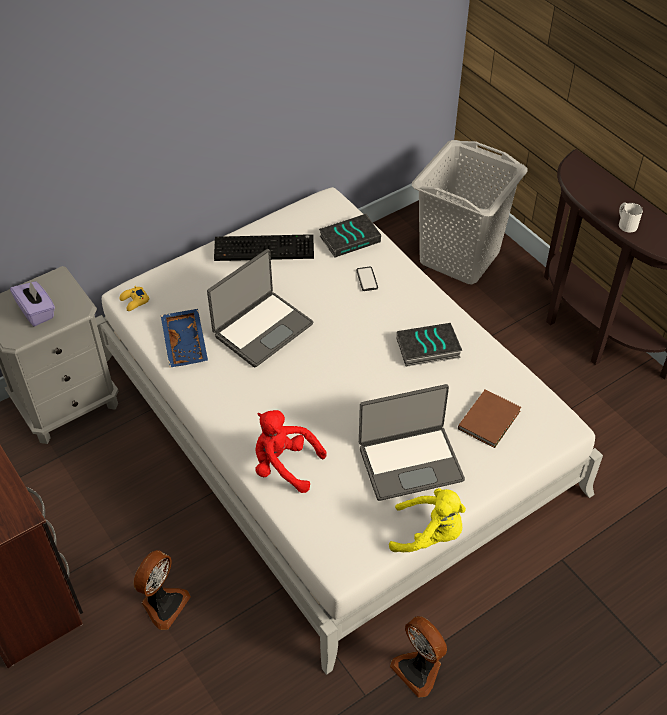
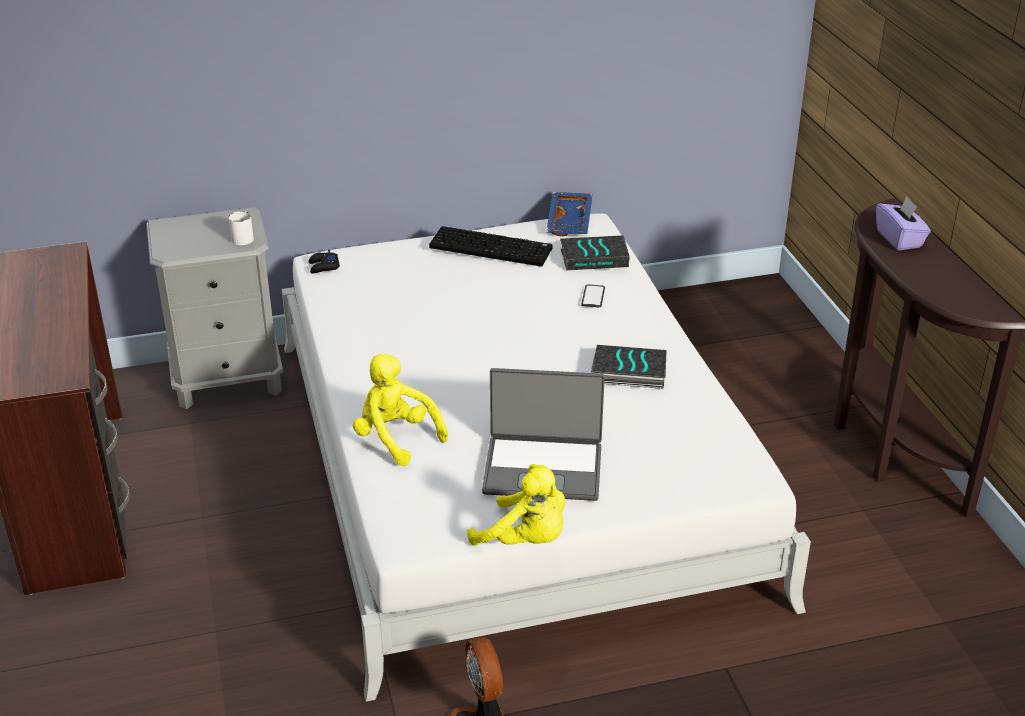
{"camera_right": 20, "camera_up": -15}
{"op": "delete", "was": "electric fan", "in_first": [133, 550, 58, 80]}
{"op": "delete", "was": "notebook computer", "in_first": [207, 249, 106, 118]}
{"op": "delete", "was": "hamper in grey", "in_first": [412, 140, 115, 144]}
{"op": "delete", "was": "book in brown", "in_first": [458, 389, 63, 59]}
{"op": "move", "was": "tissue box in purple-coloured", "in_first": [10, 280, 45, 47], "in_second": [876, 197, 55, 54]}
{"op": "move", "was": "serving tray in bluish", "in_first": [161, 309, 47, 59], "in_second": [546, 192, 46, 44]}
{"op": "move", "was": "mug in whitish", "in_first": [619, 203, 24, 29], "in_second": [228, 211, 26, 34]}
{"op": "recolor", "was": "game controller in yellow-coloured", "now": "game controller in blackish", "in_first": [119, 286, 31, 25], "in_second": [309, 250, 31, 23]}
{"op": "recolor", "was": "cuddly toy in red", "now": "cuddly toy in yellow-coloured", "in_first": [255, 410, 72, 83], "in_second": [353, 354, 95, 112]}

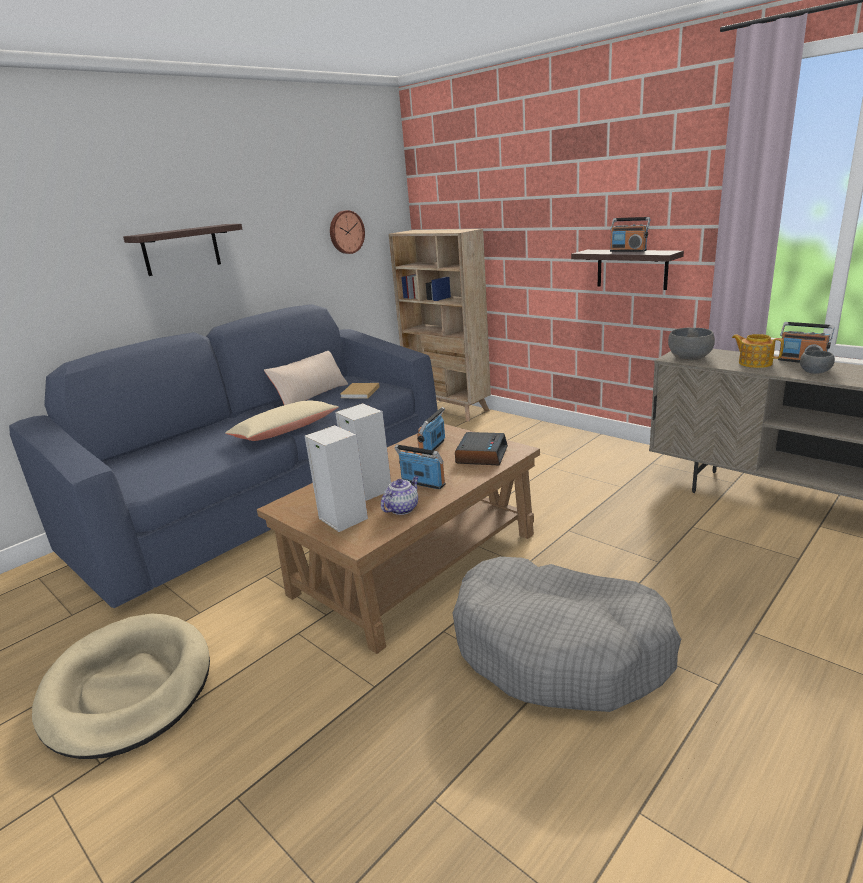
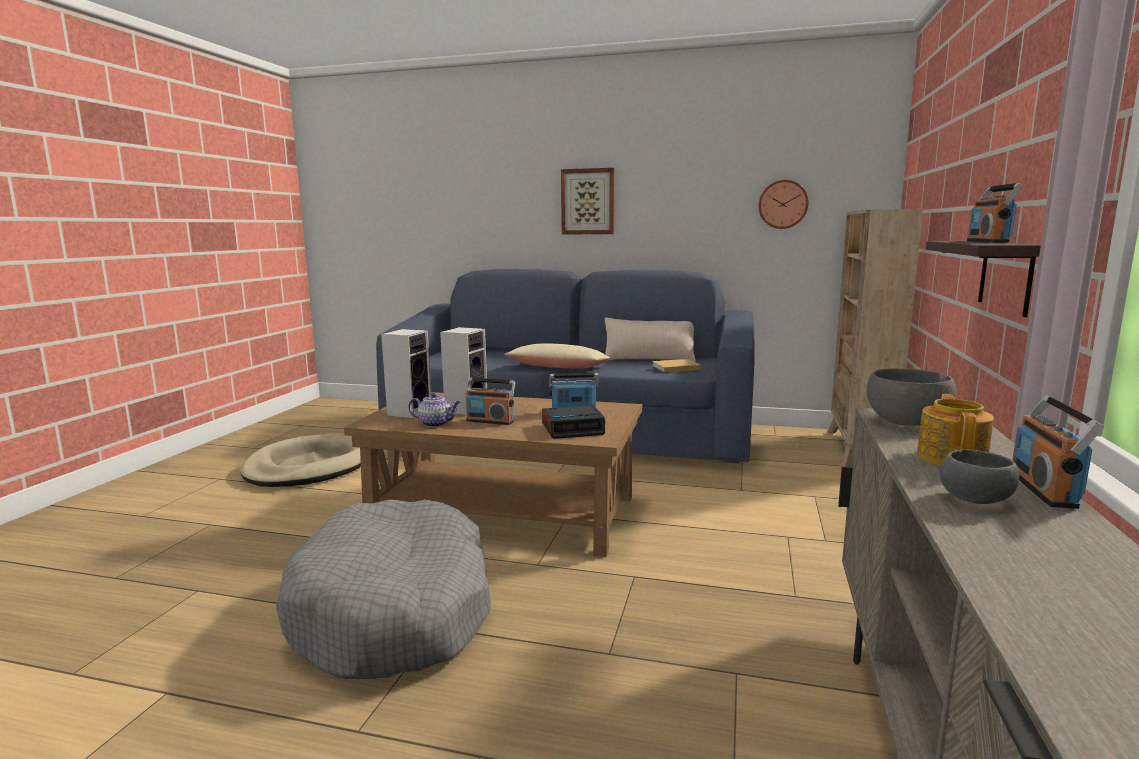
{"camera_right": 60, "camera_up": -10}
{"op": "replace", "was": "wall shelf", "now": "wall picture", "in_first": [123, 224, 119, 52], "in_second": [561, 168, 54, 67]}
{"op": "rotate", "was": "radio set", "in_first": [394, 444, 52, 45], "in_second": [465, 378, 50, 47], "clockwise": 105}

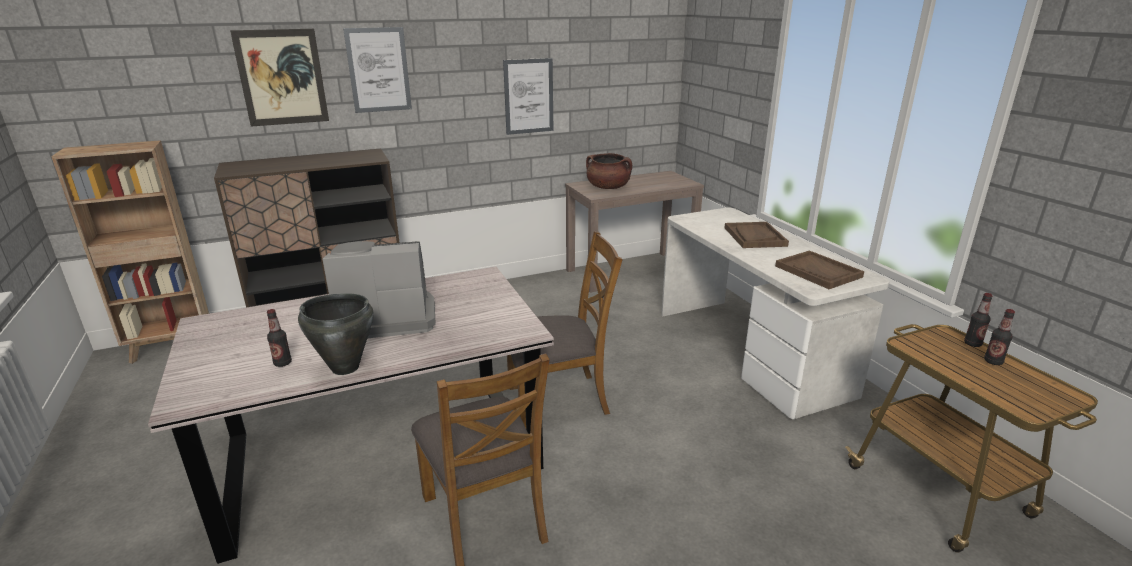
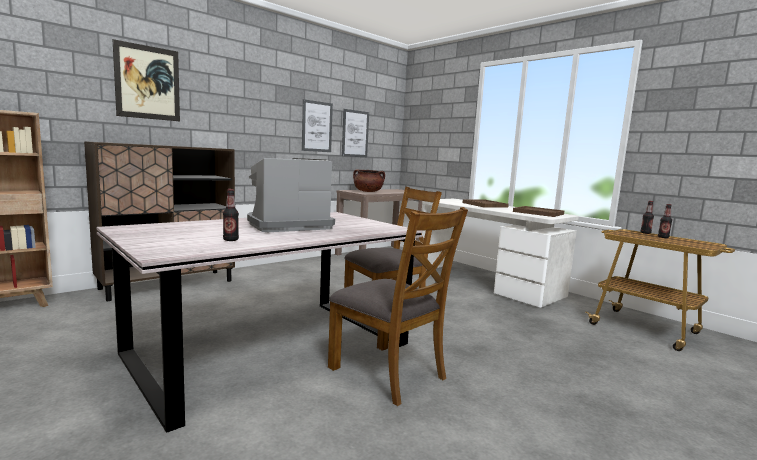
{"camera_right": -20, "camera_up": -15}
{"op": "delete", "was": "cooking pot in blackish", "in_first": [298, 293, 76, 82]}
{"op": "move", "was": "wall picture", "in_first": [343, 27, 69, 86], "in_second": [342, 109, 27, 48]}

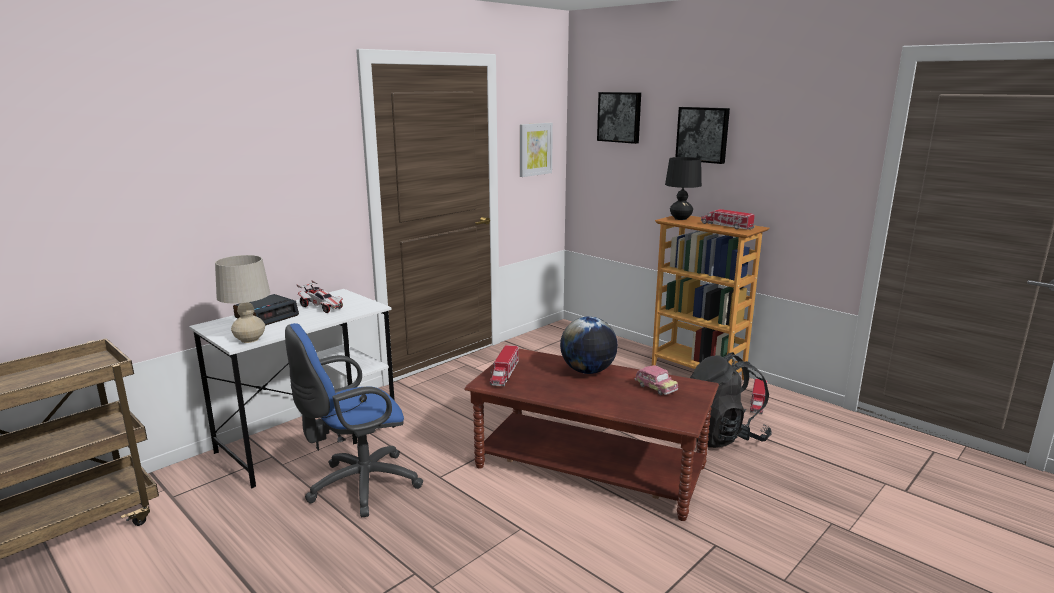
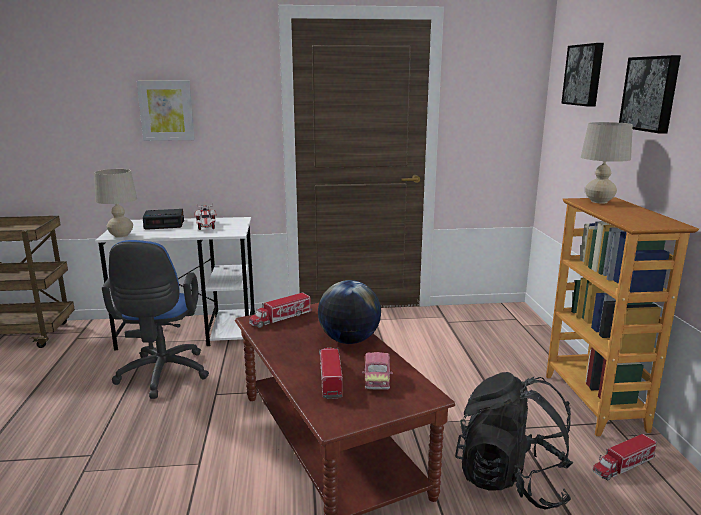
{"camera_right": 40, "camera_up": 0}
{"op": "move", "was": "wall picture", "in_first": [520, 123, 33, 54], "in_second": [137, 81, 58, 60]}
{"op": "move", "was": "model truck", "in_first": [701, 209, 54, 21], "in_second": [319, 348, 24, 51]}
{"op": "recolor", "was": "lamp for a table in blackish", "now": "lamp for a table in sand-coloured", "in_first": [665, 157, 37, 63], "in_second": [581, 122, 52, 81]}
{"op": "rotate", "was": "desk chair in bluish", "in_first": [285, 323, 138, 194], "in_second": [102, 240, 107, 159], "clockwise": -105}

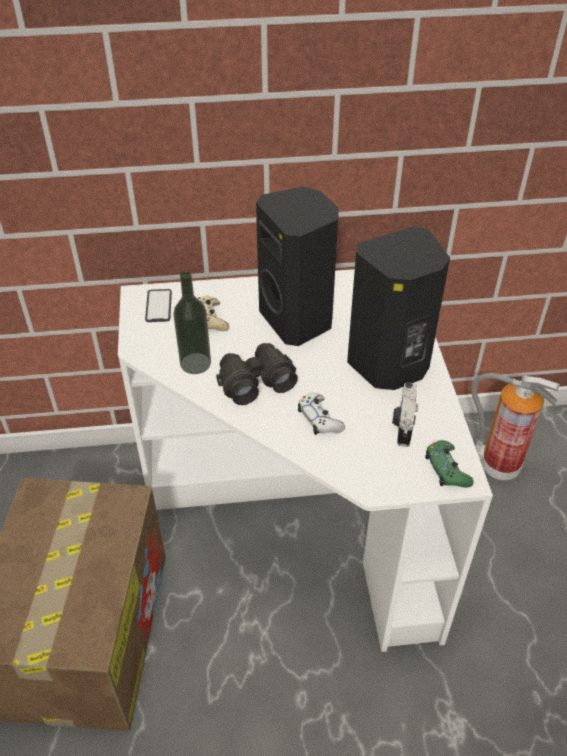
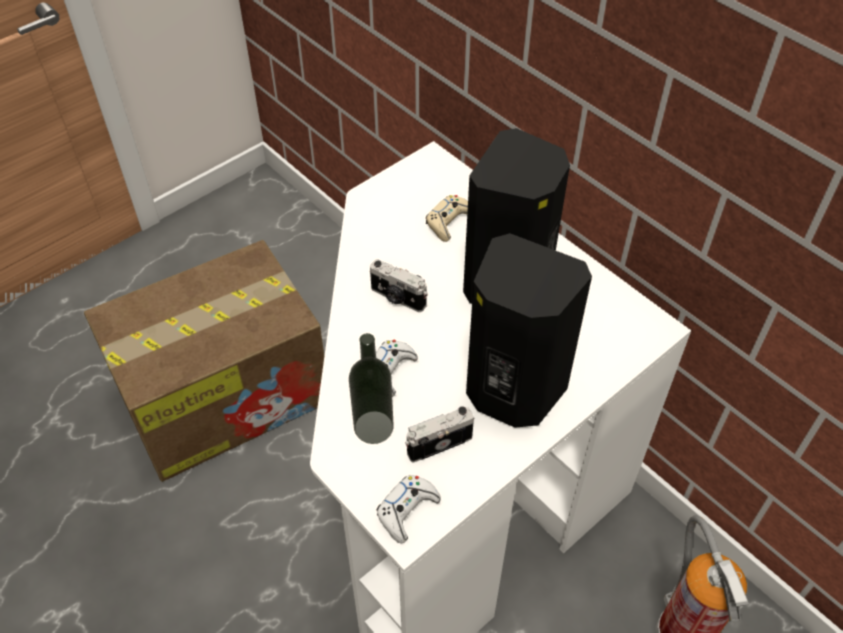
{"camera_right": 55, "camera_up": 5}
{"op": "delete", "was": "handset", "in_first": [145, 289, 27, 33]}
{"op": "move", "was": "drink bottle", "in_first": [173, 271, 38, 103], "in_second": [349, 333, 45, 111]}
{"op": "replace", "was": "pair of binoculars in blackish", "now": "photo camera", "in_first": [216, 343, 82, 62], "in_second": [370, 259, 57, 53]}
{"op": "recolor", "was": "game controller in greenish", "now": "game controller in whitish", "in_first": [425, 440, 49, 48], "in_second": [376, 475, 65, 68]}

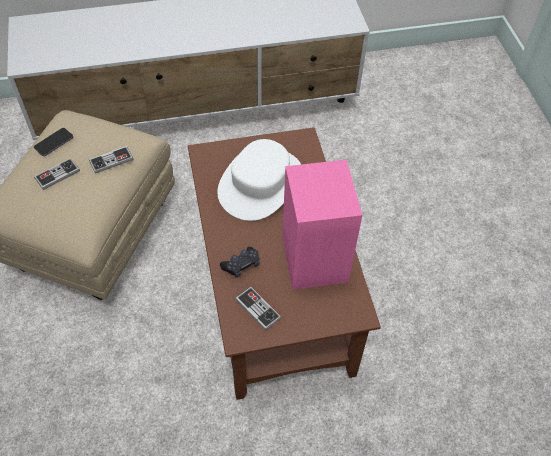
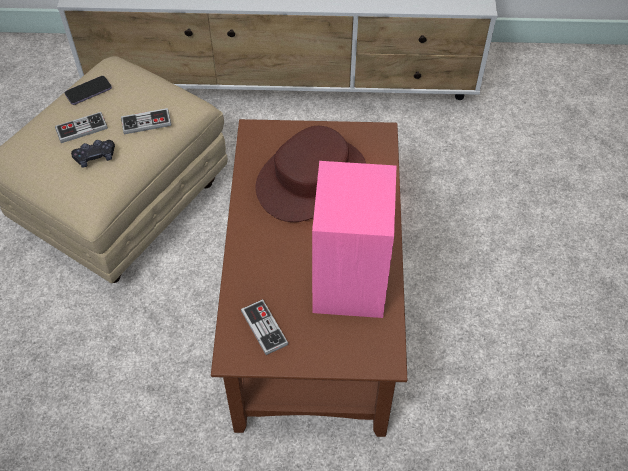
{"camera_right": 15, "camera_up": 0}
{"op": "move", "was": "game controller in blackish", "in_first": [220, 247, 40, 31], "in_second": [71, 140, 44, 28]}
{"op": "recolor", "was": "hat in whitish", "now": "hat in brown", "in_first": [217, 139, 84, 82], "in_second": [255, 126, 111, 96]}

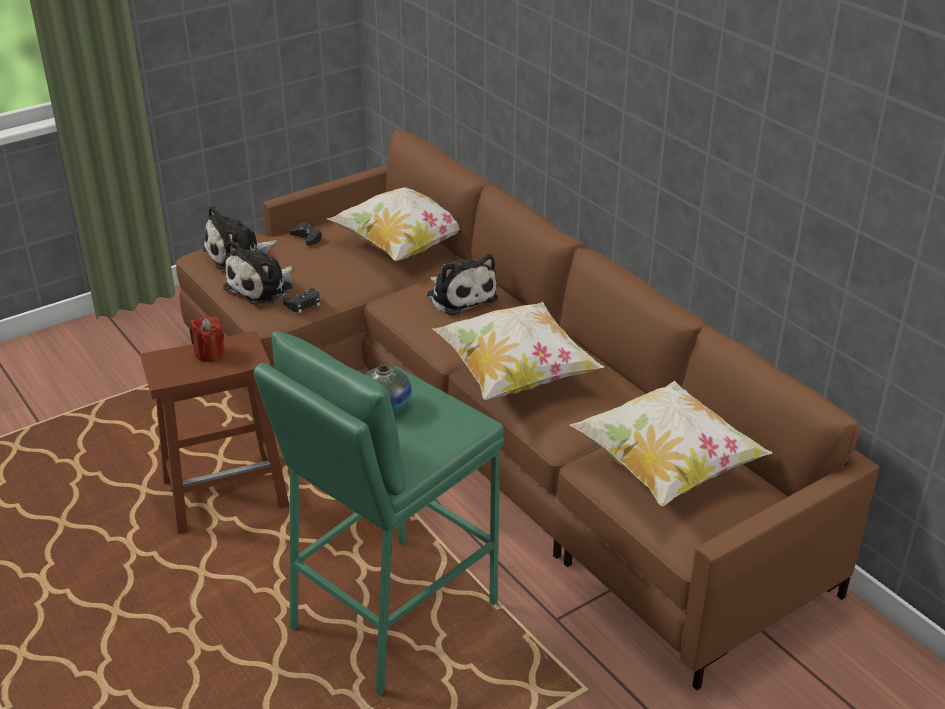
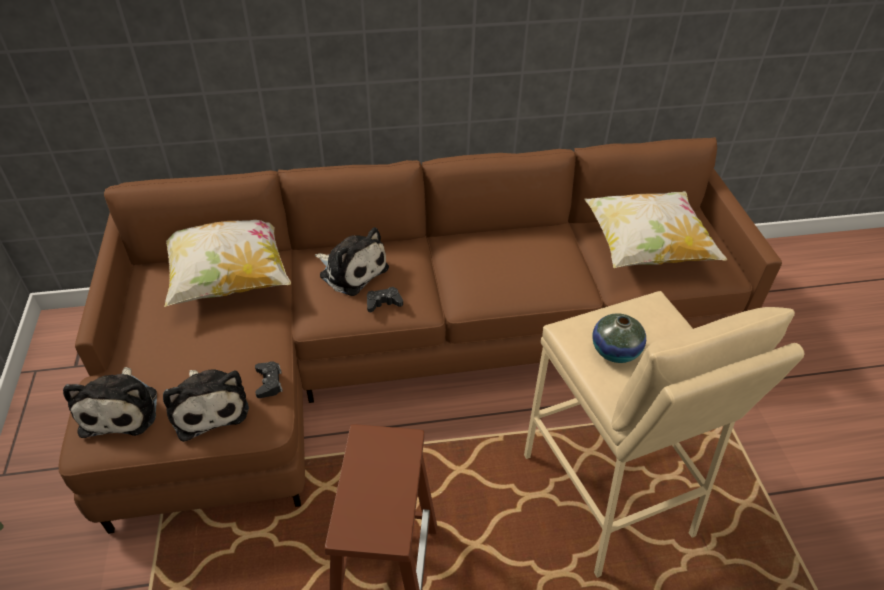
{"camera_right": -65, "camera_up": 10}
{"op": "delete", "was": "wax light in red", "in_first": [191, 316, 34, 46]}
{"op": "delete", "was": "throw pillow", "in_first": [432, 302, 172, 98]}
{"op": "move", "was": "game controller in blackish", "in_first": [290, 223, 32, 23], "in_second": [367, 287, 36, 25]}
{"op": "recolor", "was": "stool seat in greenish", "now": "stool seat in sand-coloured", "in_first": [254, 331, 250, 365], "in_second": [524, 291, 280, 287]}
{"op": "rotate", "was": "cuddly toy", "in_first": [427, 254, 71, 62], "in_second": [315, 227, 74, 69], "clockwise": 45}

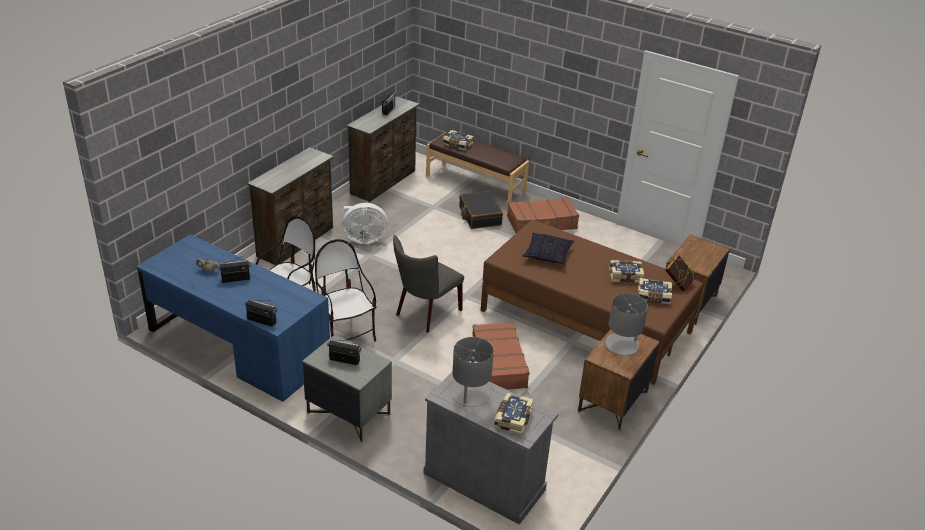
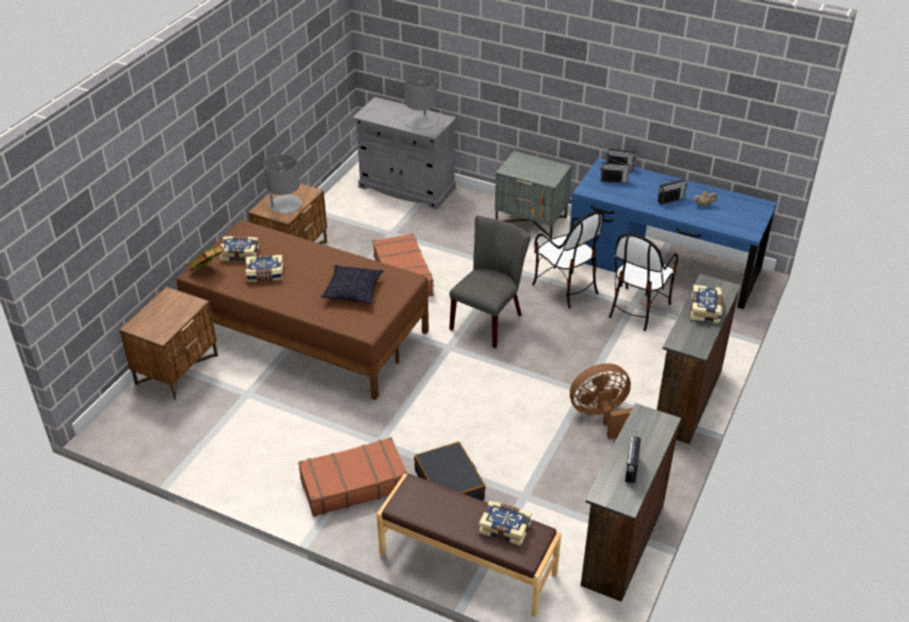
{"camera_right": 175, "camera_up": 5}
{"op": "move", "was": "radio set", "in_first": [327, 339, 34, 26], "in_second": [600, 158, 32, 26]}
{"op": "move", "was": "book", "in_first": [494, 393, 40, 43], "in_second": [691, 285, 32, 38]}
{"op": "recolor", "was": "electric fan in whitish", "now": "electric fan in brown", "in_first": [342, 203, 46, 41], "in_second": [570, 363, 62, 76]}

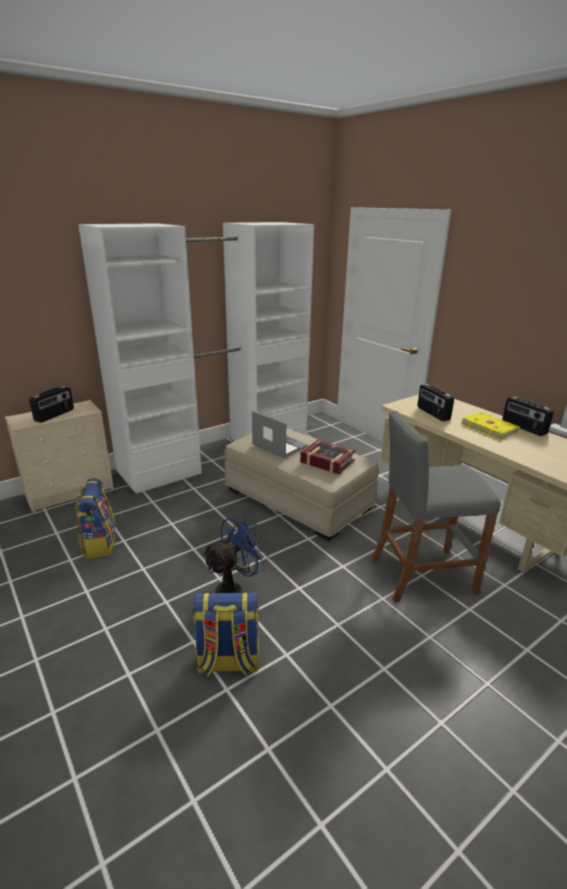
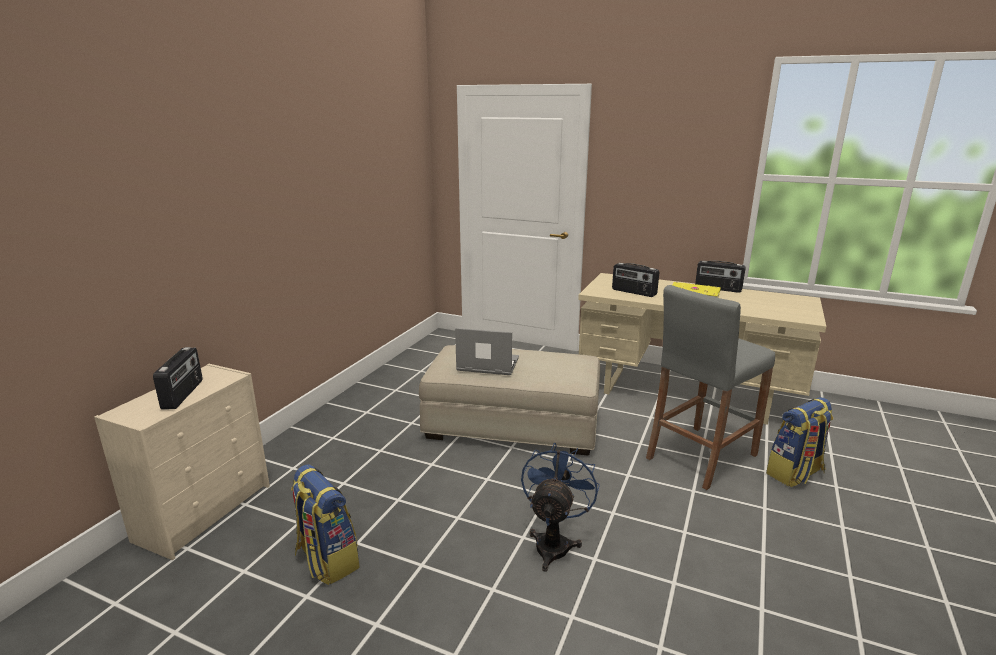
{"camera_right": -30, "camera_up": -5}
{"op": "delete", "was": "wardrobe in whitish", "in_first": [78, 222, 236, 272]}
{"op": "delete", "was": "book", "in_first": [300, 440, 56, 34]}
{"op": "move", "was": "rucksack", "in_first": [193, 592, 66, 84], "in_second": [766, 397, 67, 90]}

